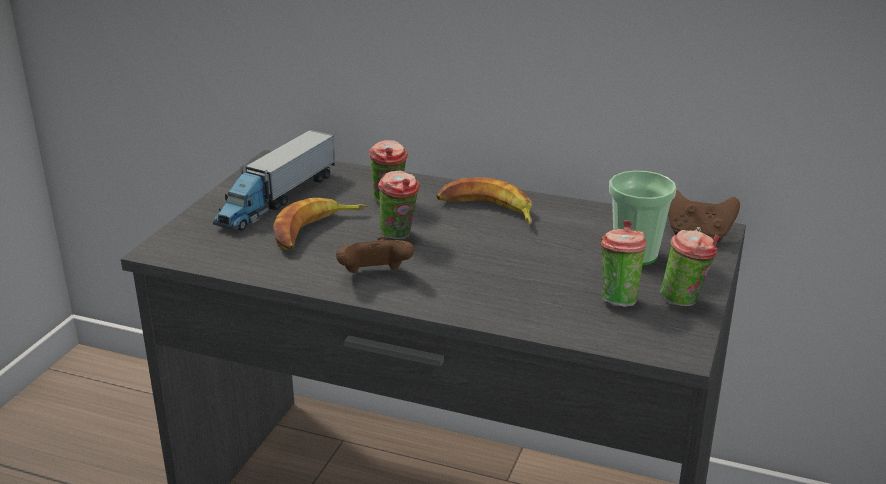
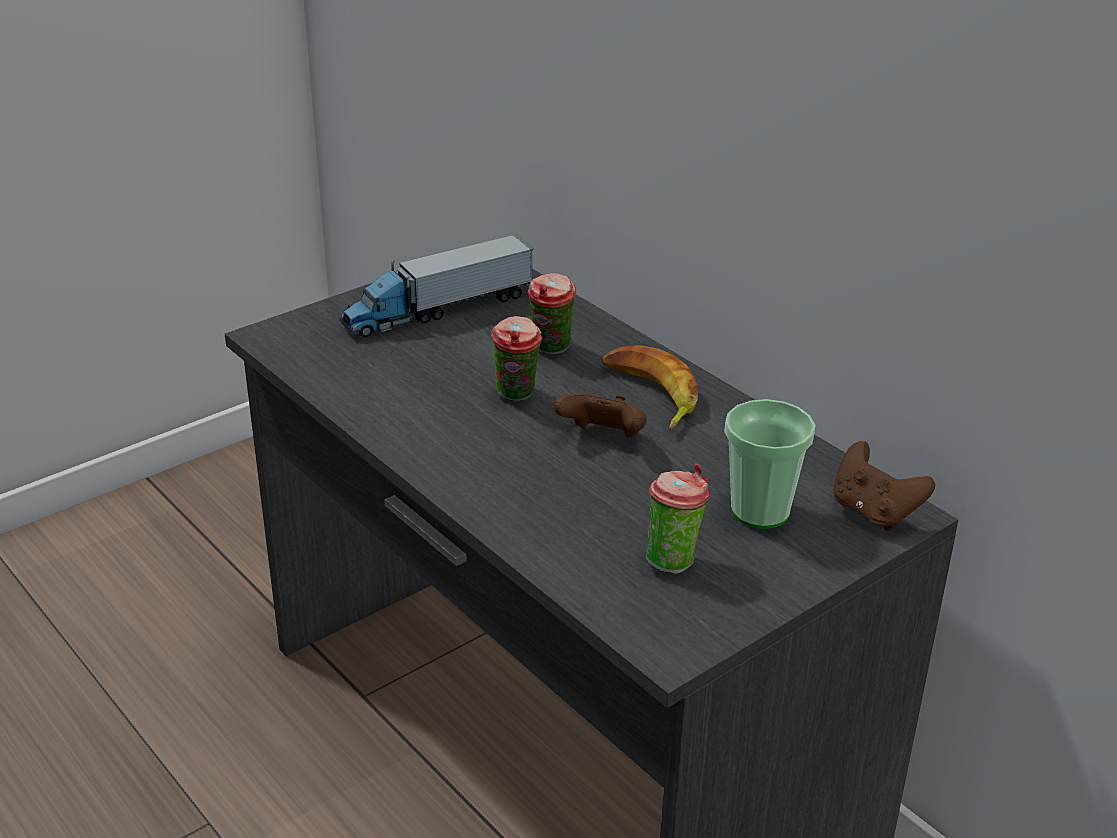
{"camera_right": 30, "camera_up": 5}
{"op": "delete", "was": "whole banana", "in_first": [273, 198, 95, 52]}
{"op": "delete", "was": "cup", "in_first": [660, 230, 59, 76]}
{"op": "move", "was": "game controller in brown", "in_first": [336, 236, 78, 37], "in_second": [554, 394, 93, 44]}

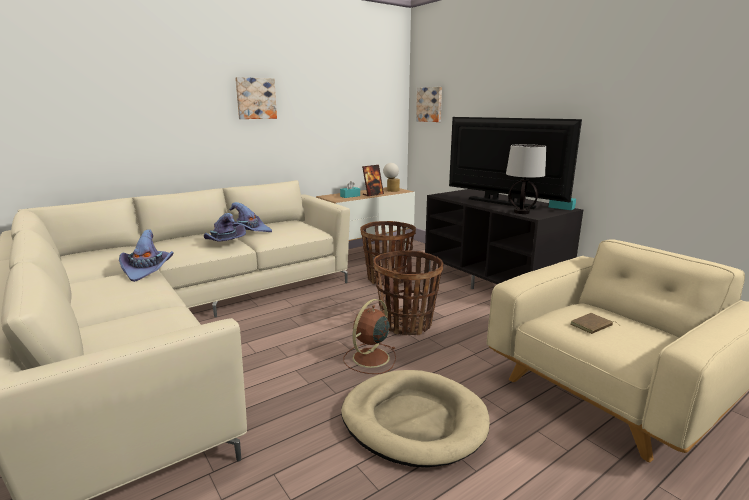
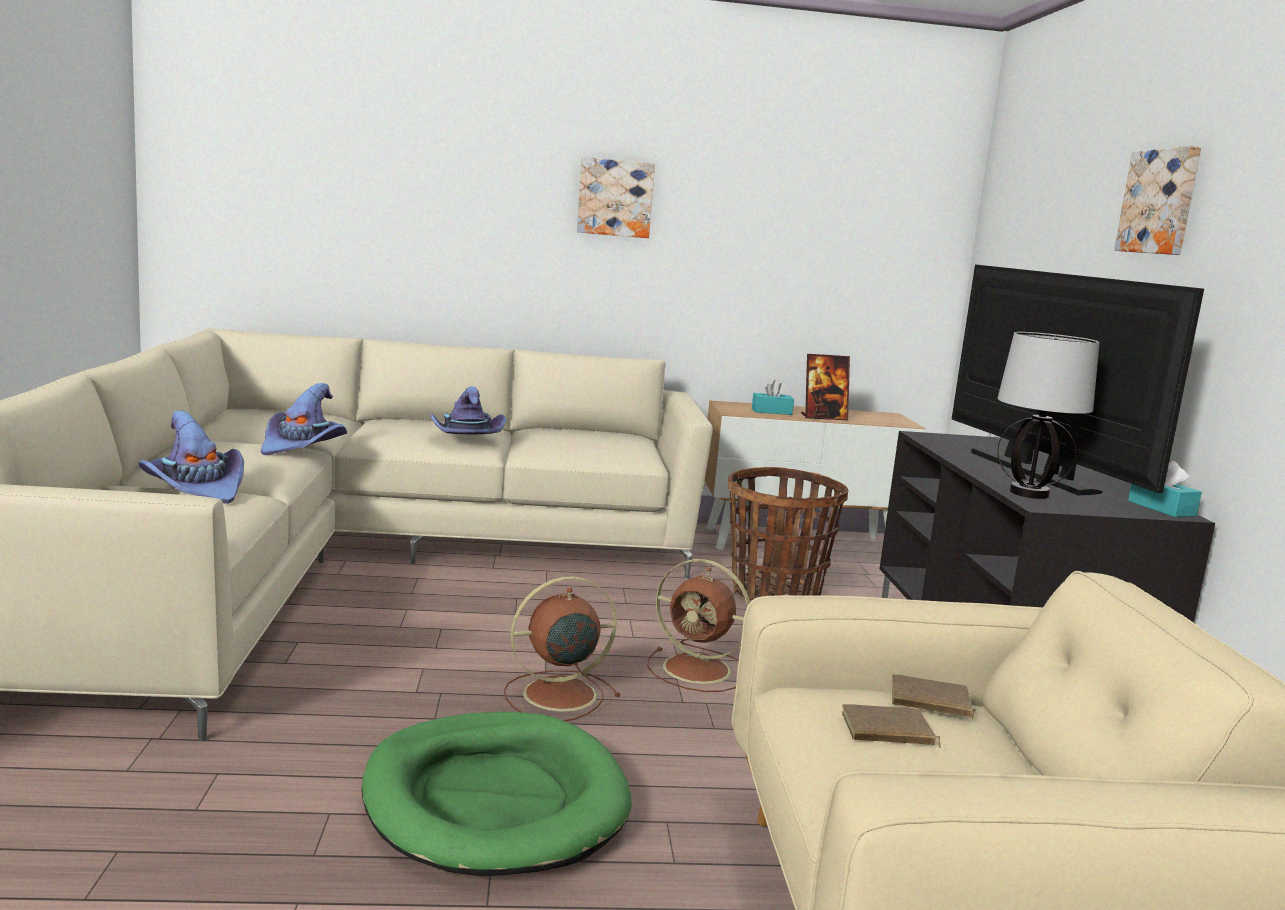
{"camera_right": 30, "camera_up": -5}
{"op": "delete", "was": "lamp for a table", "in_first": [383, 163, 17, 29]}
{"op": "insert", "now": "book in brown", "in_second": [892, 674, 84, 45]}
{"op": "move", "was": "hat in purple-coloured", "in_first": [229, 202, 43, 30], "in_second": [138, 411, 106, 93]}
{"op": "move", "was": "wall picture", "in_first": [416, 87, 26, 35], "in_second": [1114, 146, 87, 109]}
{"op": "replace", "was": "storage basket", "now": "electric fan in brown", "in_first": [373, 250, 71, 85], "in_second": [647, 559, 103, 133]}
{"op": "recolor", "was": "pet bed in sand-coloured", "now": "pet bed in greenish", "in_first": [341, 370, 149, 97], "in_second": [362, 712, 270, 164]}

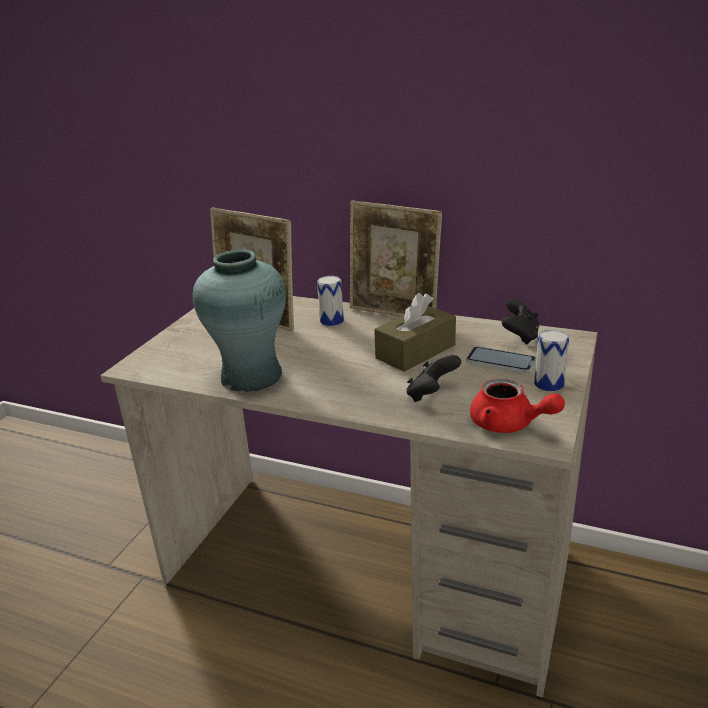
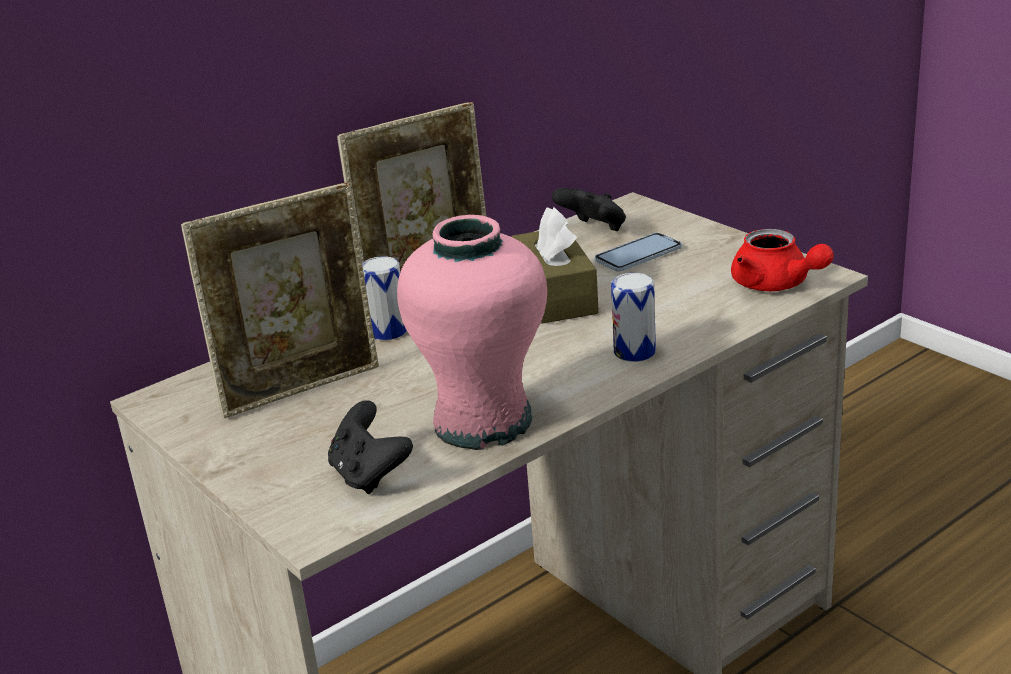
{"camera_right": -60, "camera_up": 0}
{"op": "move", "was": "game controller in blackish", "in_first": [407, 355, 54, 47], "in_second": [328, 400, 85, 94]}
{"op": "move", "was": "sealed can", "in_first": [534, 330, 35, 61], "in_second": [611, 273, 45, 89]}
{"op": "recolor", "was": "decorative vase in blue-green", "now": "decorative vase in pink", "in_first": [192, 249, 94, 143], "in_second": [397, 215, 150, 235]}
{"op": "rotate", "was": "pot for tea in red", "in_first": [470, 378, 95, 55], "in_second": [731, 229, 103, 62], "clockwise": 75}

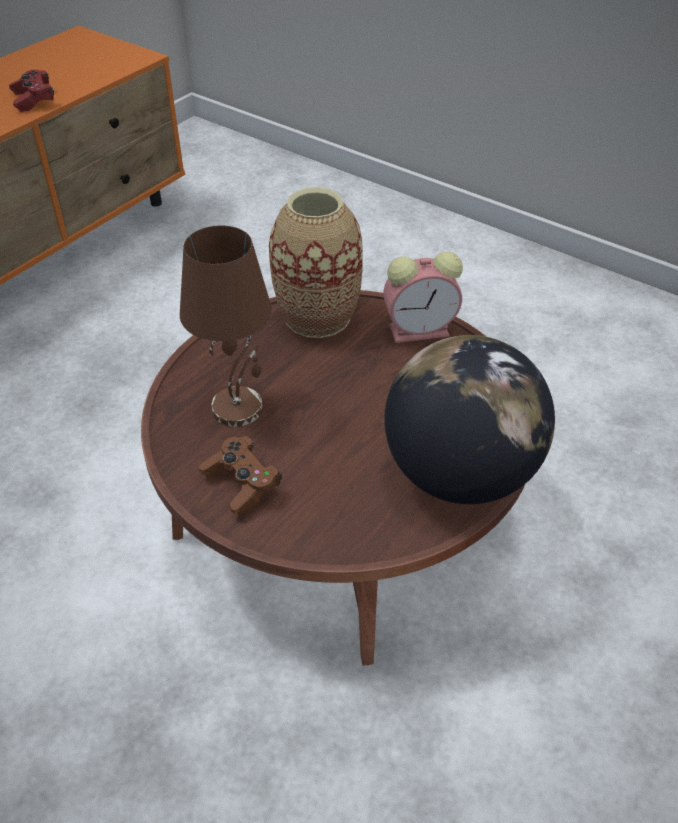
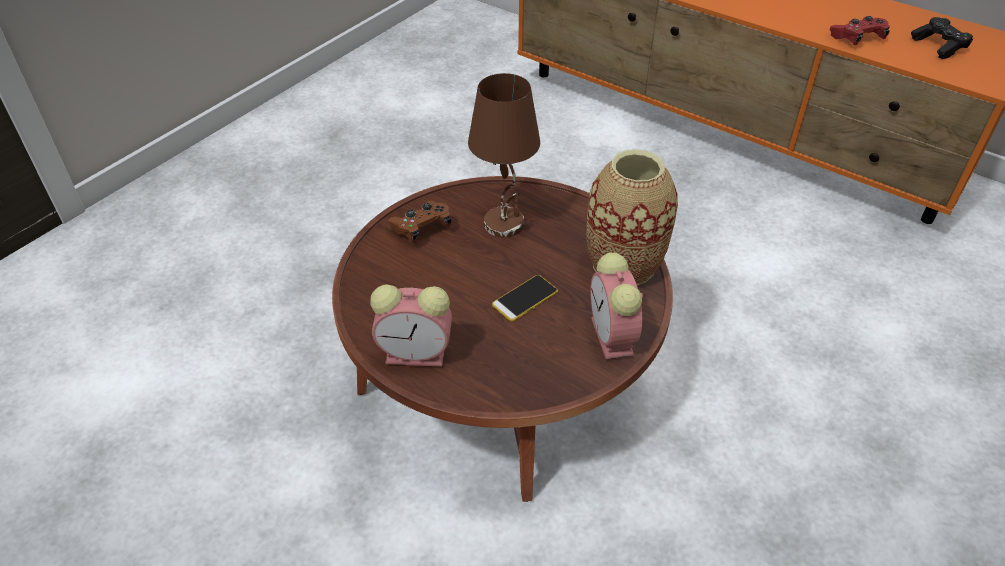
{"camera_right": 90, "camera_up": 0}
{"op": "insert", "now": "handset", "in_second": [492, 275, 66, 46]}
{"op": "insert", "now": "game controller in blackish", "in_second": [911, 17, 62, 42]}
{"op": "replace", "was": "globe", "now": "bedside clock", "in_first": [384, 335, 171, 169], "in_second": [370, 284, 82, 83]}

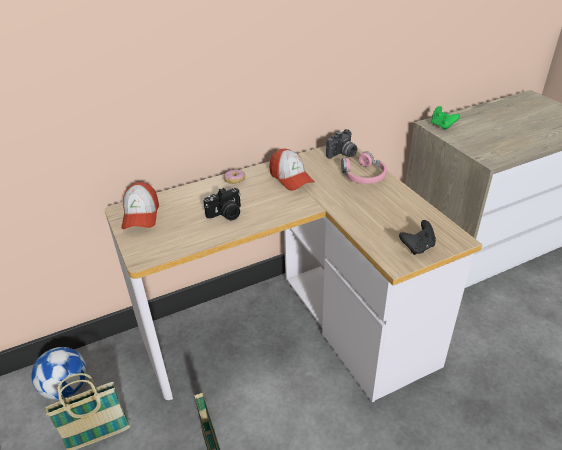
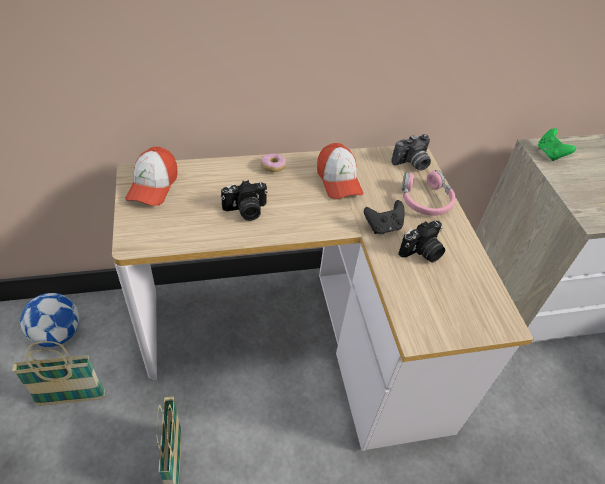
{"camera_right": 10, "camera_up": 10}
{"op": "insert", "now": "photo camera", "in_second": [398, 220, 47, 43]}
{"op": "move", "was": "game controller in blackish", "in_first": [399, 220, 37, 35], "in_second": [364, 200, 41, 34]}

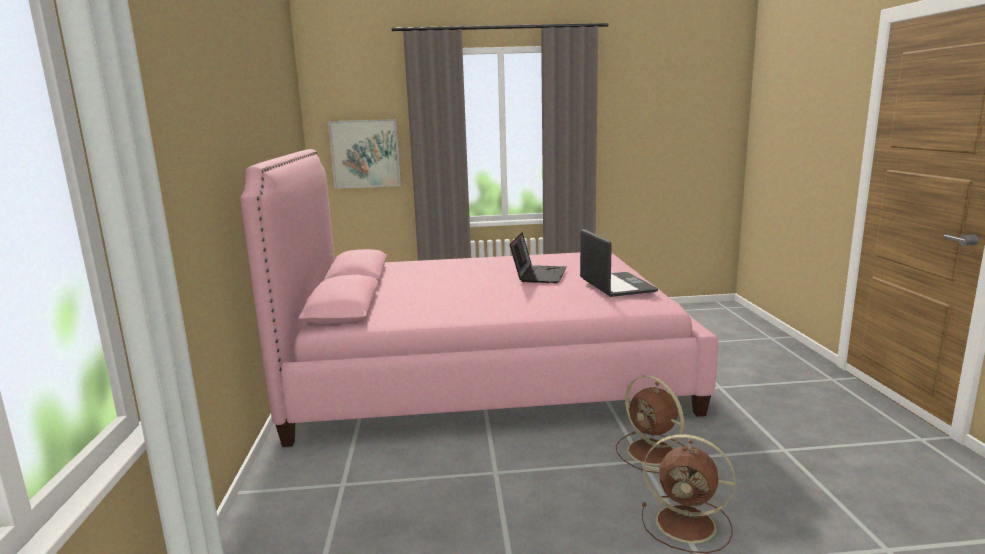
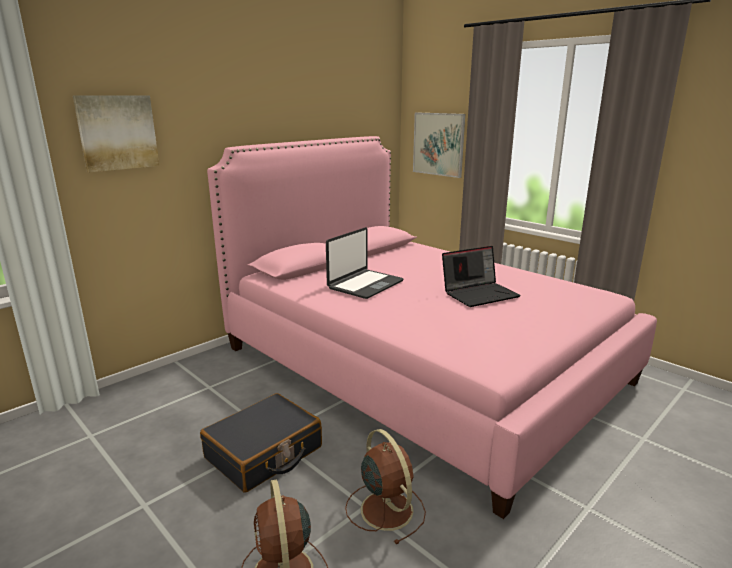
{"camera_right": 50, "camera_up": 5}
{"op": "insert", "now": "wall picture", "in_second": [73, 95, 86, 77]}
{"op": "insert", "now": "piece of luggage in blackish", "in_second": [200, 393, 122, 99]}
{"op": "move", "was": "notebook computer", "in_first": [580, 229, 78, 68], "in_second": [326, 227, 78, 72]}
{"op": "rotate", "was": "electric fan in brown", "in_first": [616, 375, 68, 98], "in_second": [345, 429, 81, 115], "clockwise": 135}

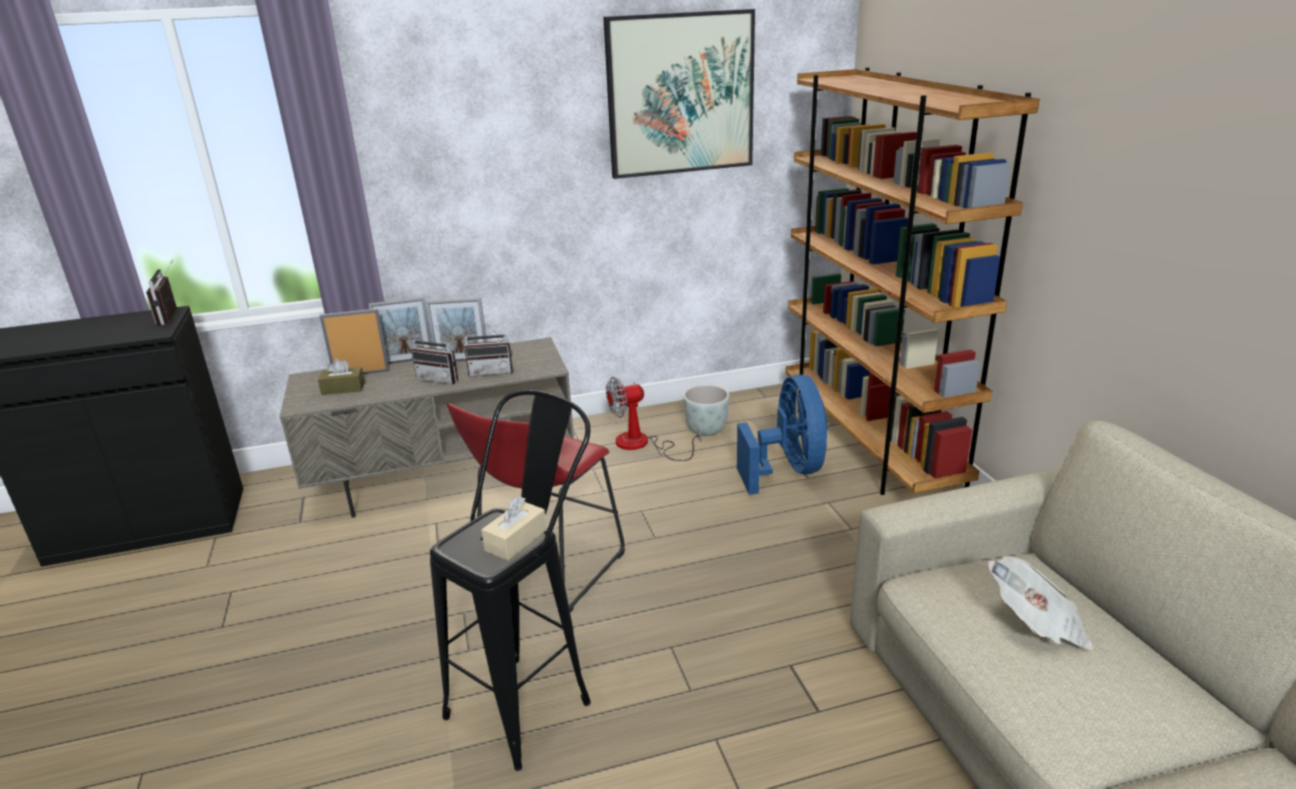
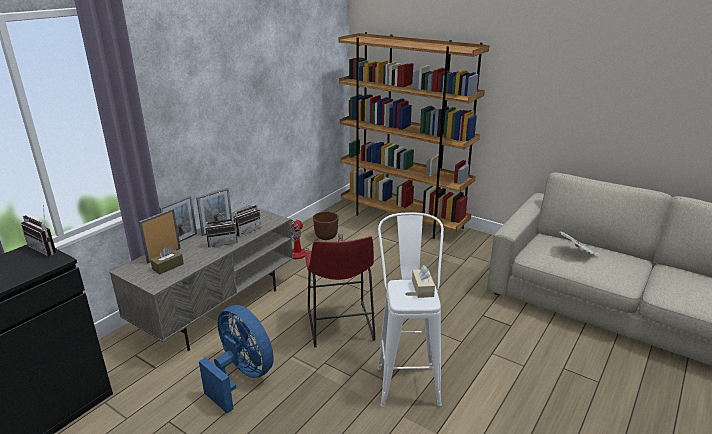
{"camera_right": -40, "camera_up": 0}
{"op": "delete", "was": "wall picture", "in_first": [603, 9, 152, 170]}
{"op": "move", "was": "electric fan in bluish", "in_first": [737, 375, 91, 120], "in_second": [199, 305, 75, 108]}
{"op": "recolor", "was": "stool seat in blackish", "now": "stool seat in whitish", "in_first": [430, 390, 161, 381], "in_second": [377, 212, 67, 195]}
{"op": "recolor", "was": "flower pot in grey", "now": "flower pot in brown", "in_first": [683, 385, 46, 51], "in_second": [313, 211, 26, 29]}

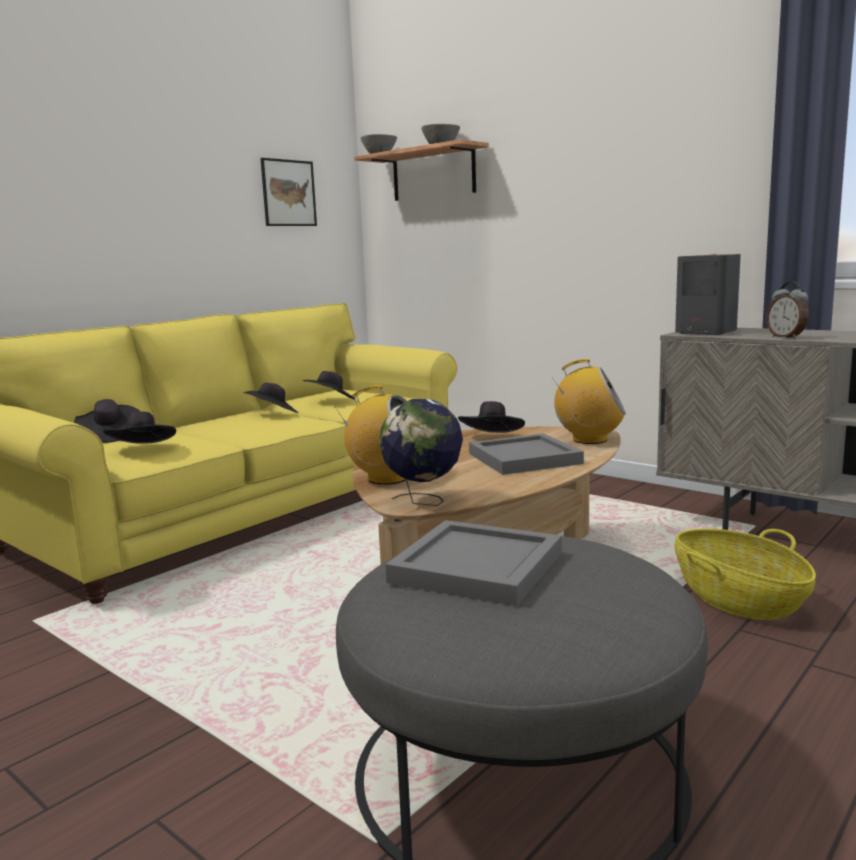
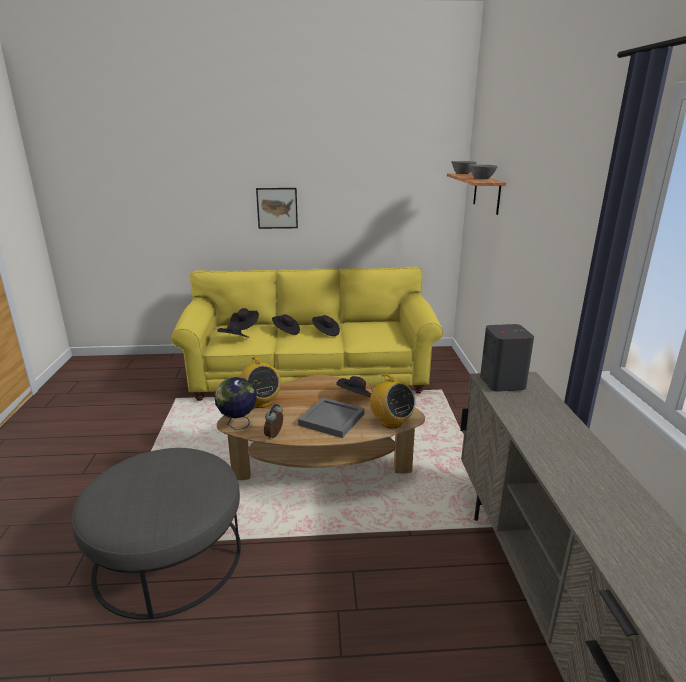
{"camera_right": 45, "camera_up": 10}
{"op": "delete", "was": "serving tray in grey", "in_first": [386, 520, 176, 86]}
{"op": "delete", "was": "storage basket", "in_first": [675, 529, 141, 91]}
{"op": "move", "was": "wall picture", "in_first": [260, 158, 57, 68], "in_second": [256, 188, 42, 41]}
{"op": "move", "was": "hat in blackish", "in_first": [303, 371, 52, 29], "in_second": [272, 314, 28, 21]}
{"op": "move", "was": "bedside clock", "in_first": [766, 281, 43, 58], "in_second": [264, 404, 19, 36]}

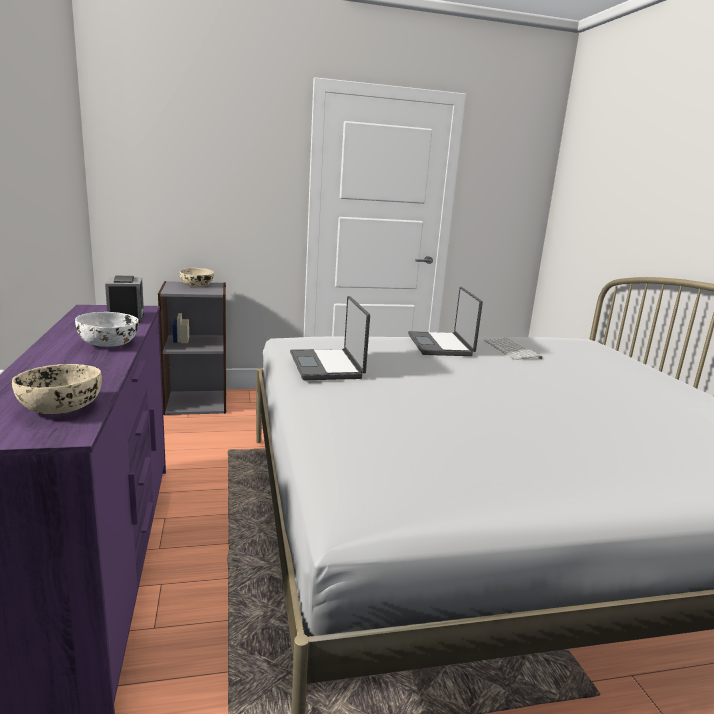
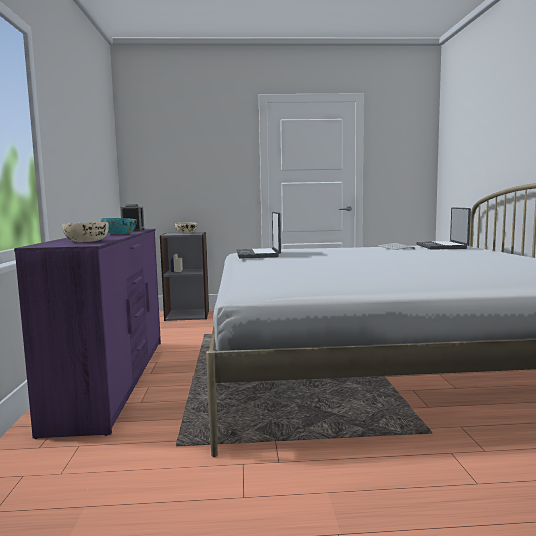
{"camera_right": 10, "camera_up": -10}
{"op": "move", "was": "notebook computer", "in_first": [408, 287, 75, 69], "in_second": [416, 207, 55, 43]}
{"op": "recolor", "was": "deep dish in whitish", "now": "deep dish in blue-green", "in_first": [75, 312, 64, 35], "in_second": [101, 218, 36, 16]}

